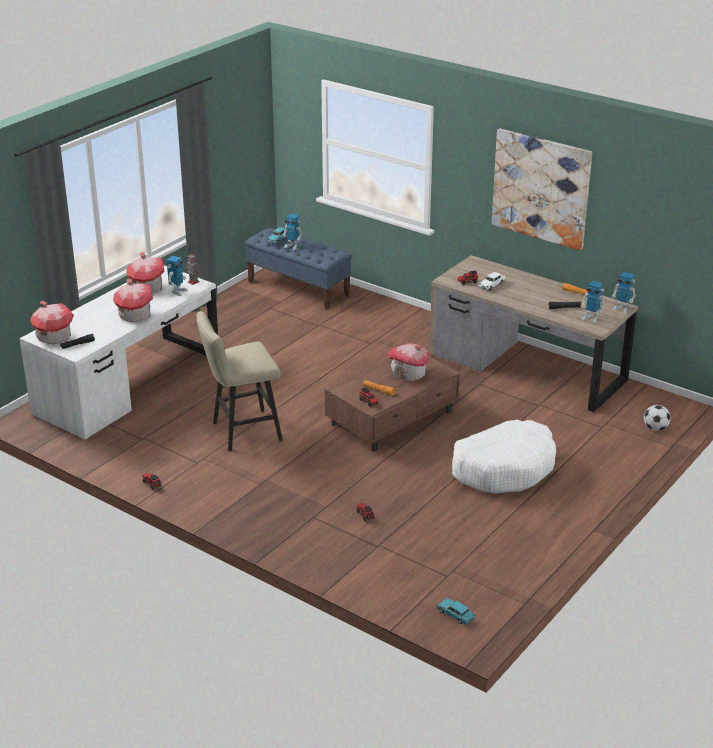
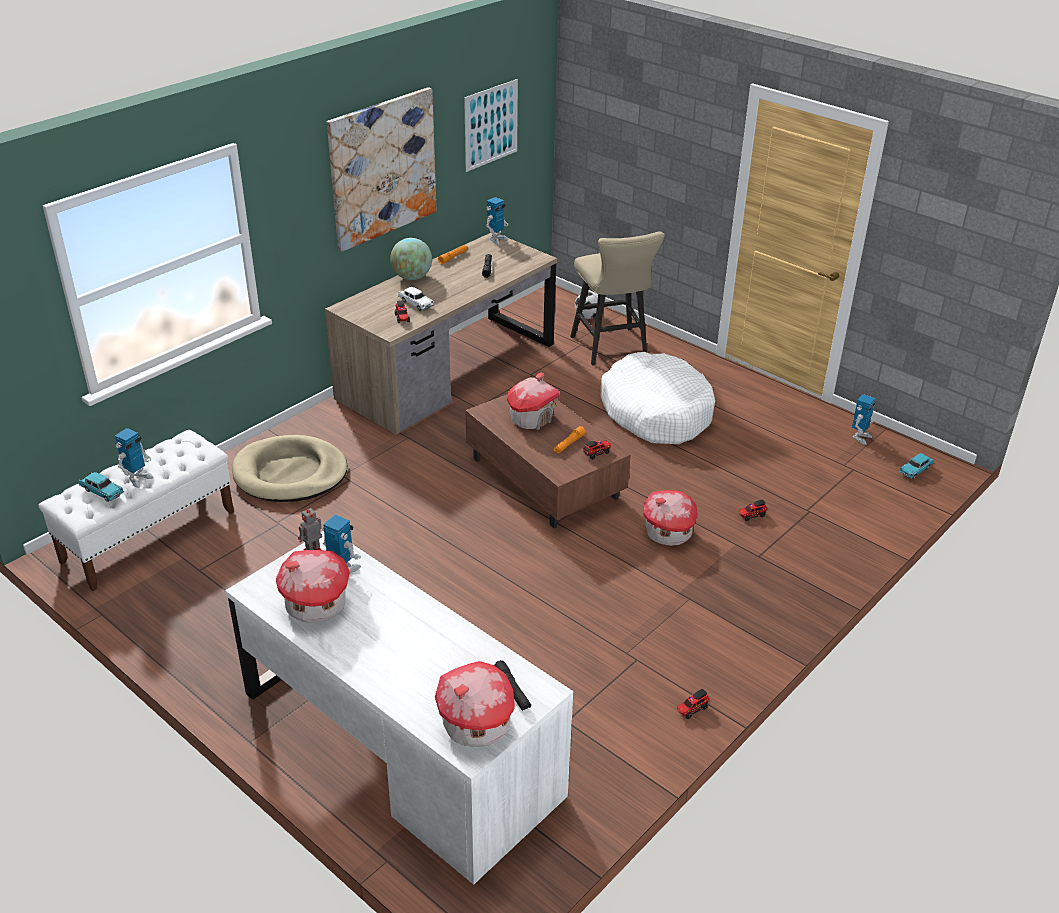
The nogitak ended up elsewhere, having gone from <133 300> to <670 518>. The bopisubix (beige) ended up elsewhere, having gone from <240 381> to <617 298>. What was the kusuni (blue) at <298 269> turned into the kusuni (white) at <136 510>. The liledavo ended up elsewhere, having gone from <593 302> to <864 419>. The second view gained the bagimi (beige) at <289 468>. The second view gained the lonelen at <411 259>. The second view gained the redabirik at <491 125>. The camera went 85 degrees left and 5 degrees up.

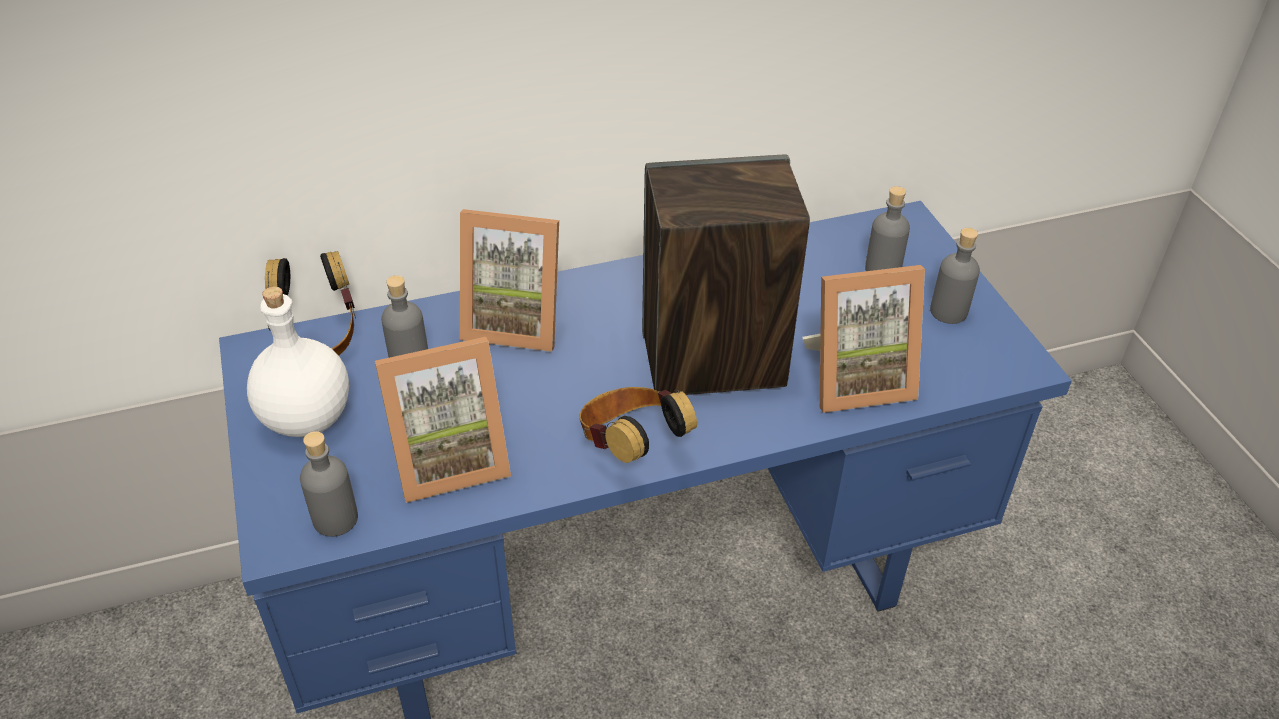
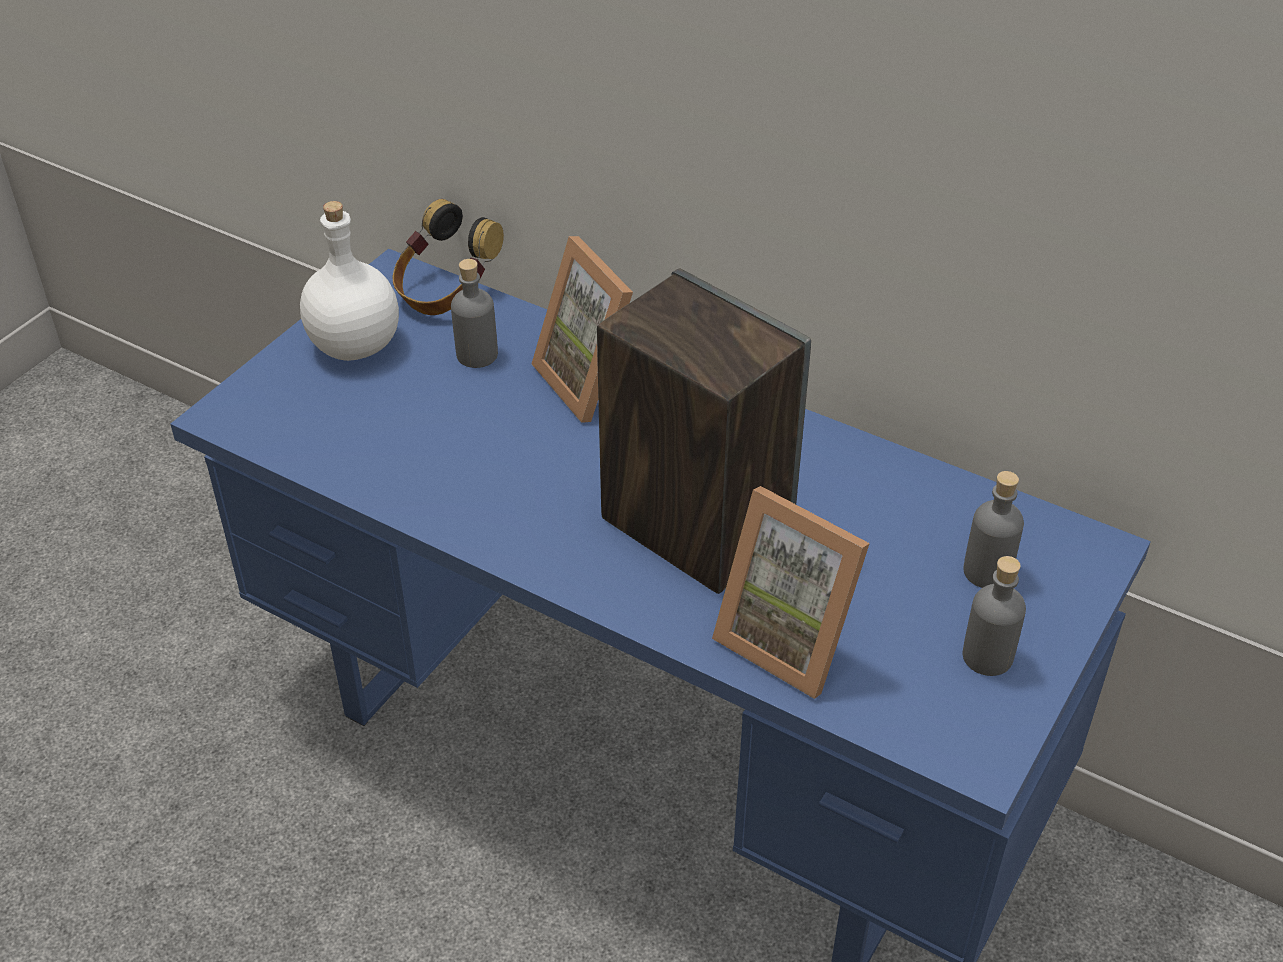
The second view lost the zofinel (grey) at <329 484>. The second view lost the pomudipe at <443 420>. The second view lost the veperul at <638 425>. The camera went 50 degrees right and 0 degrees up.

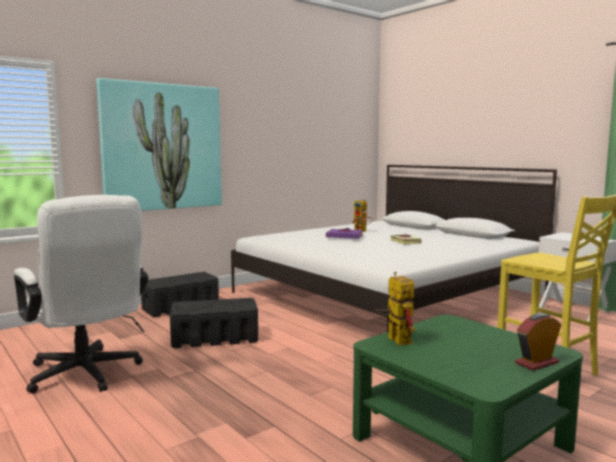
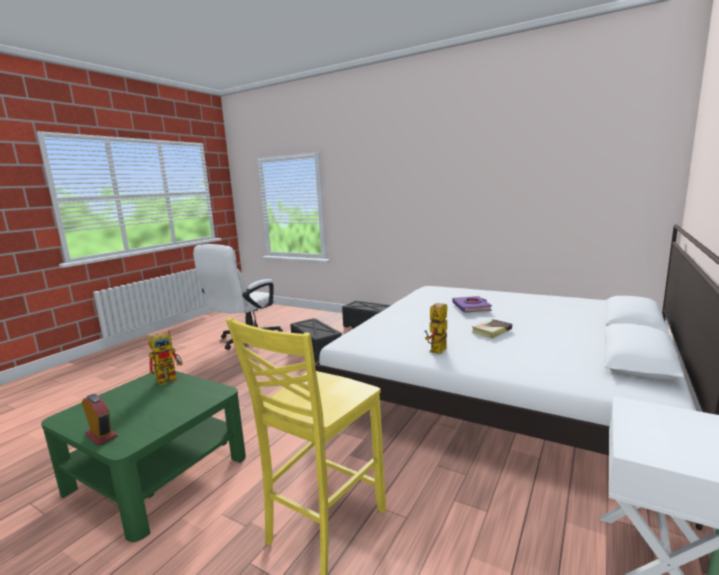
The second view lost the redabirik at <159 144>. The liledavo ended up elsewhere, having gone from <362 216> to <436 328>. The camera went 70 degrees right and 5 degrees up.

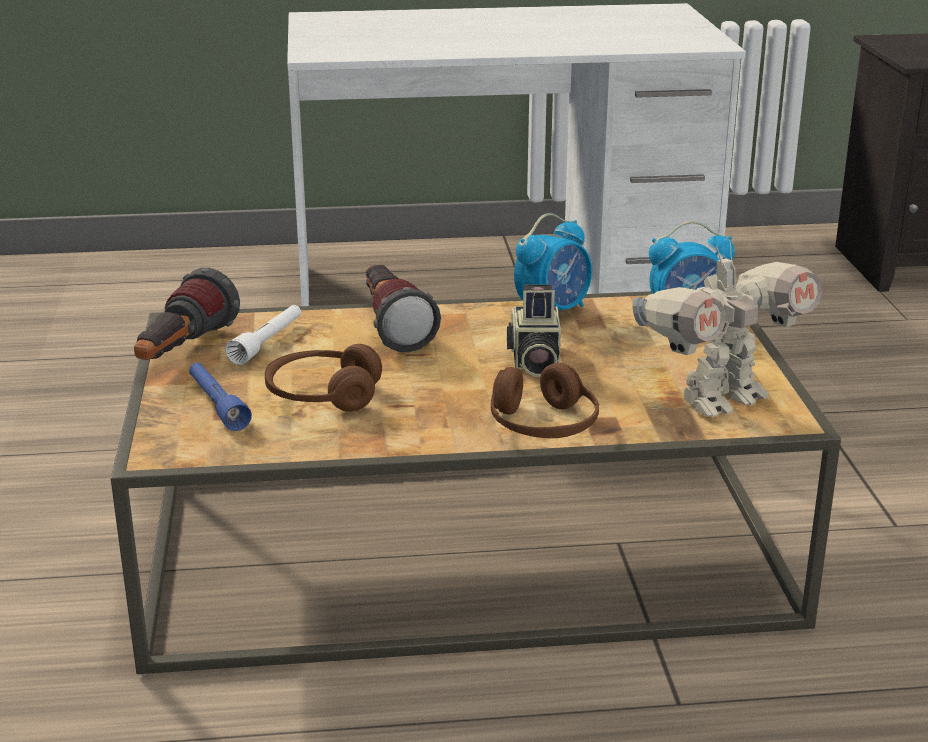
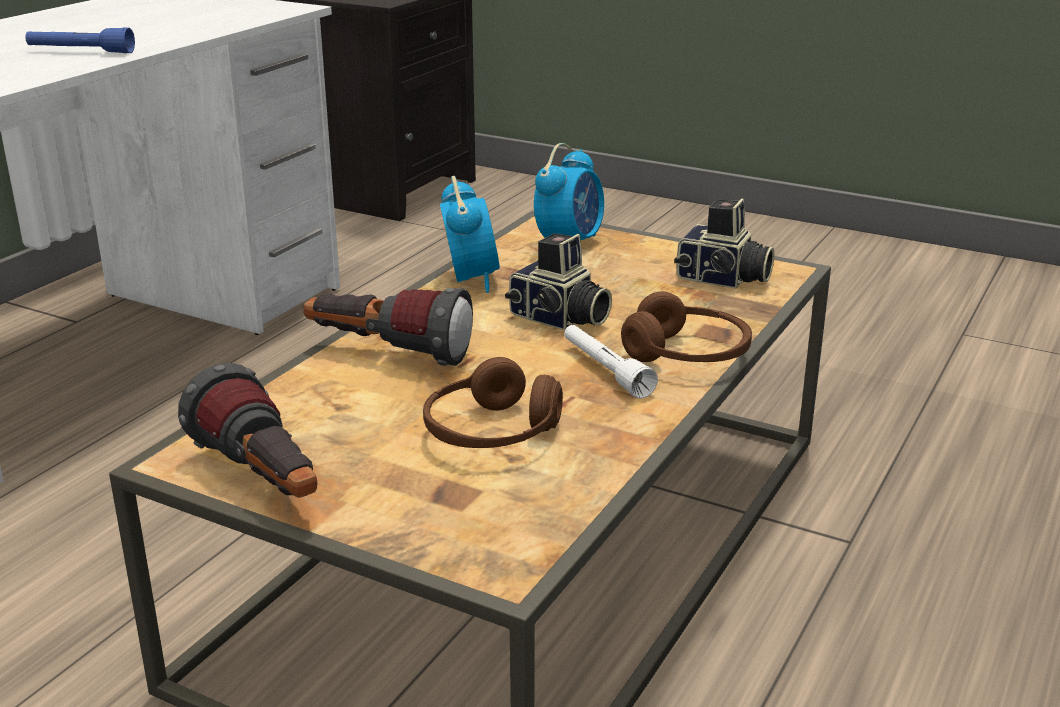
The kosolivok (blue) ended up elsewhere, having gone from <220 397> to <80 40>. The kosolivok (white) ended up elsewhere, having gone from <263 335> to <611 362>. Where the liledavo stood at <727 329>, the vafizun came to stand at <724 243>. The camera went 55 degrees left and 0 degrees up.

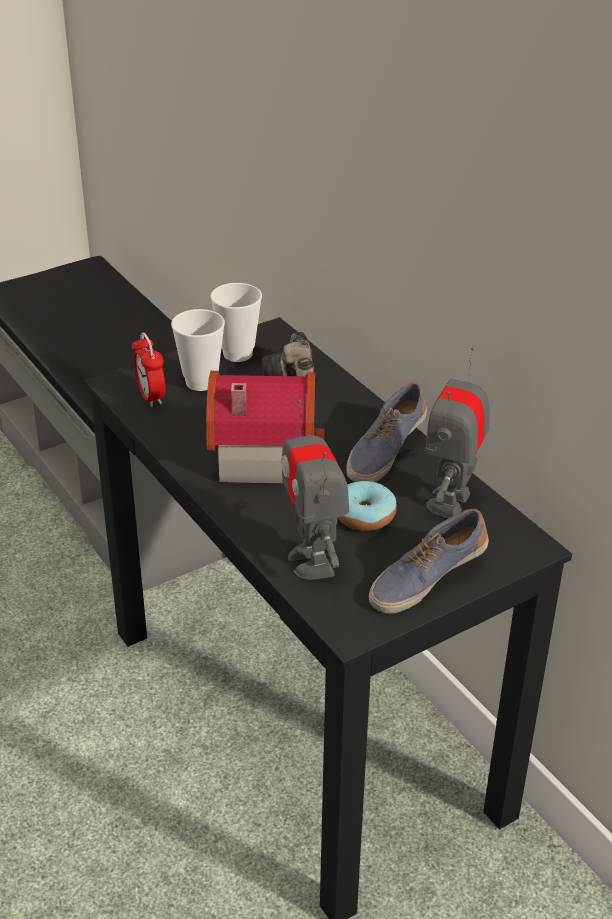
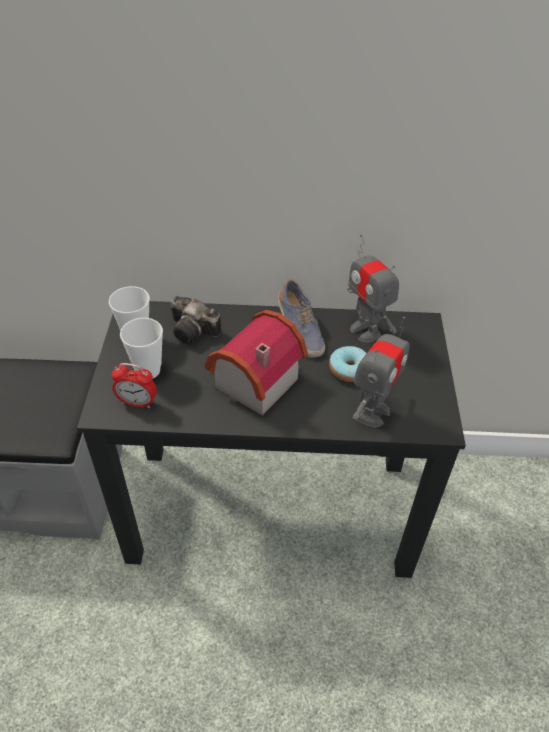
The liledavo at <315 489> ended up facing another way, 75 degrees counterclockwise from before. The second view lost the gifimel at <429 561>. The camera went 55 degrees left and 10 degrees up.

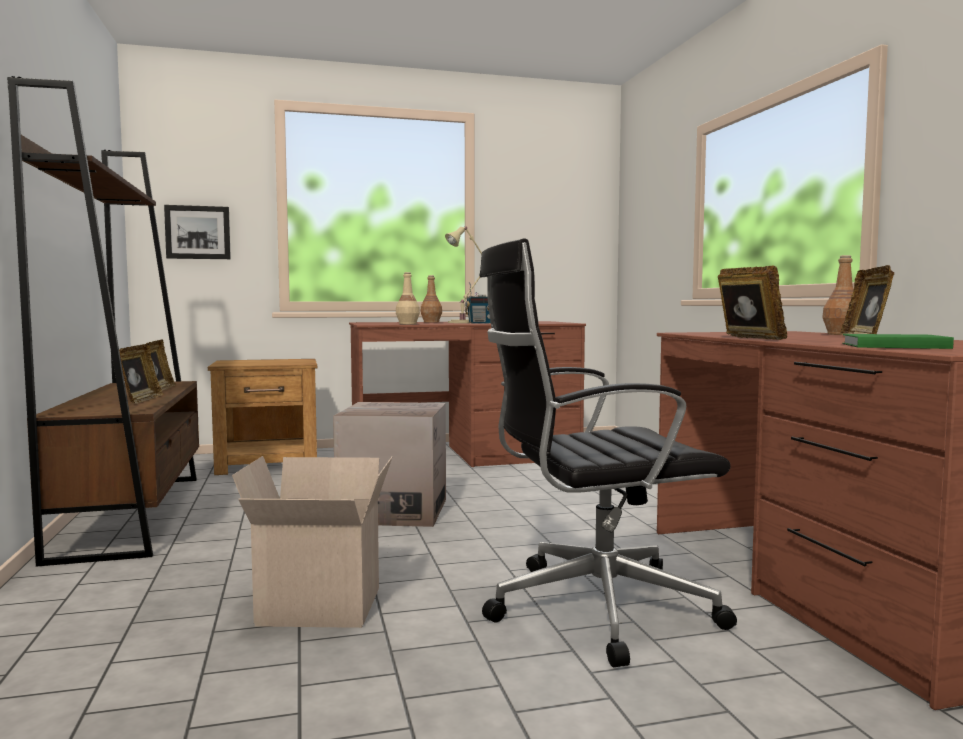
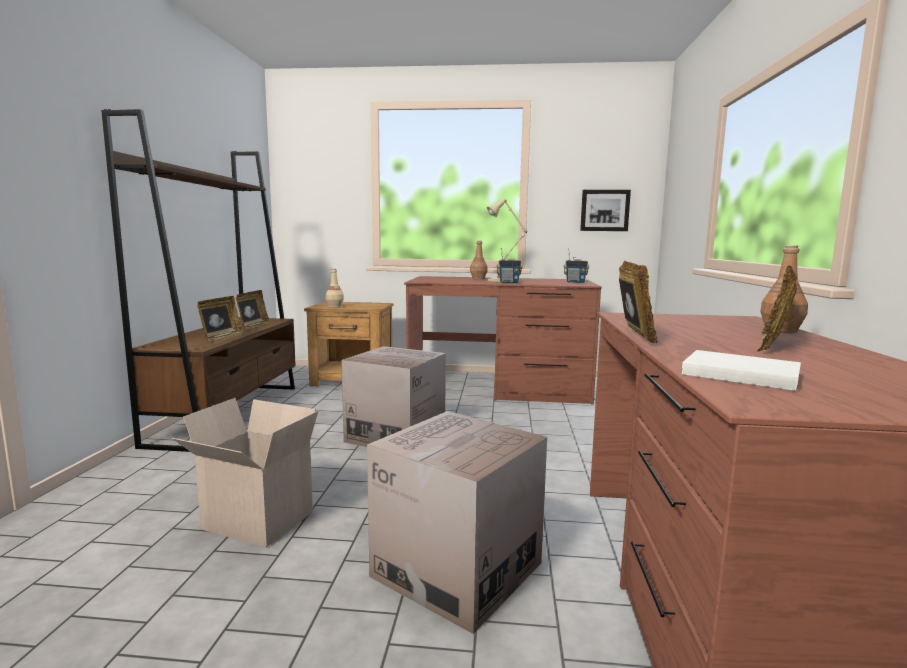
The redabirik ended up elsewhere, having gone from <197 232> to <605 210>. The zofinel (beige) ended up elsewhere, having gone from <408 298> to <335 288>. Where the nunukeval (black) stood at <608 452>, the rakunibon came to stand at <457 522>. What was the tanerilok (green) at <898 341> turned into the tanerilok (white) at <741 370>. The second view gained the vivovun at <576 266>. The camera went 20 degrees right and 5 degrees up.

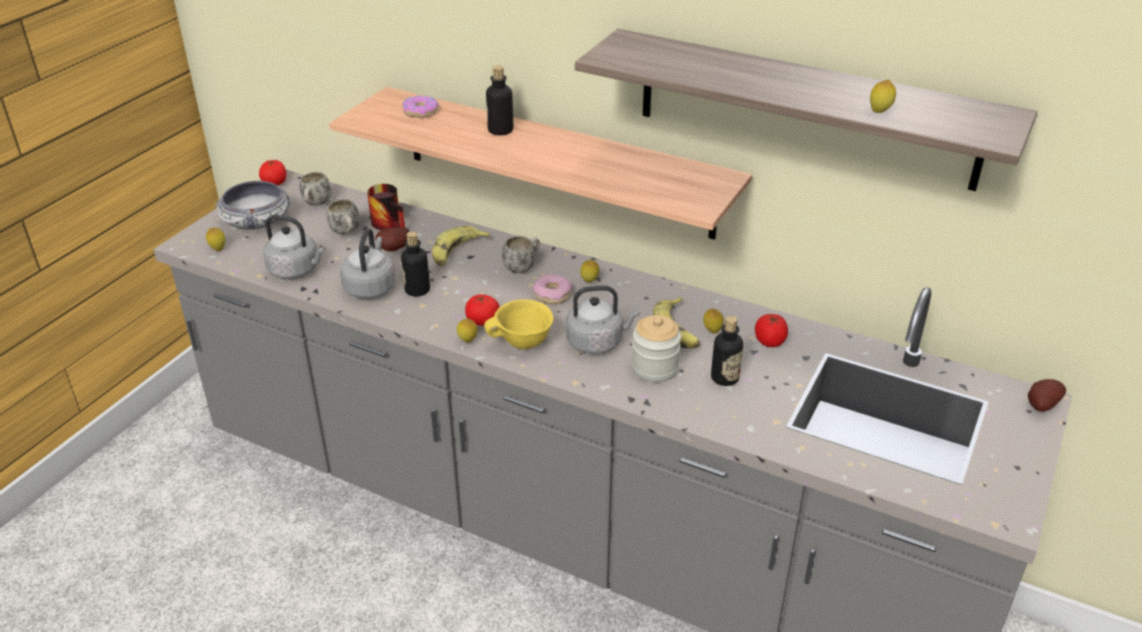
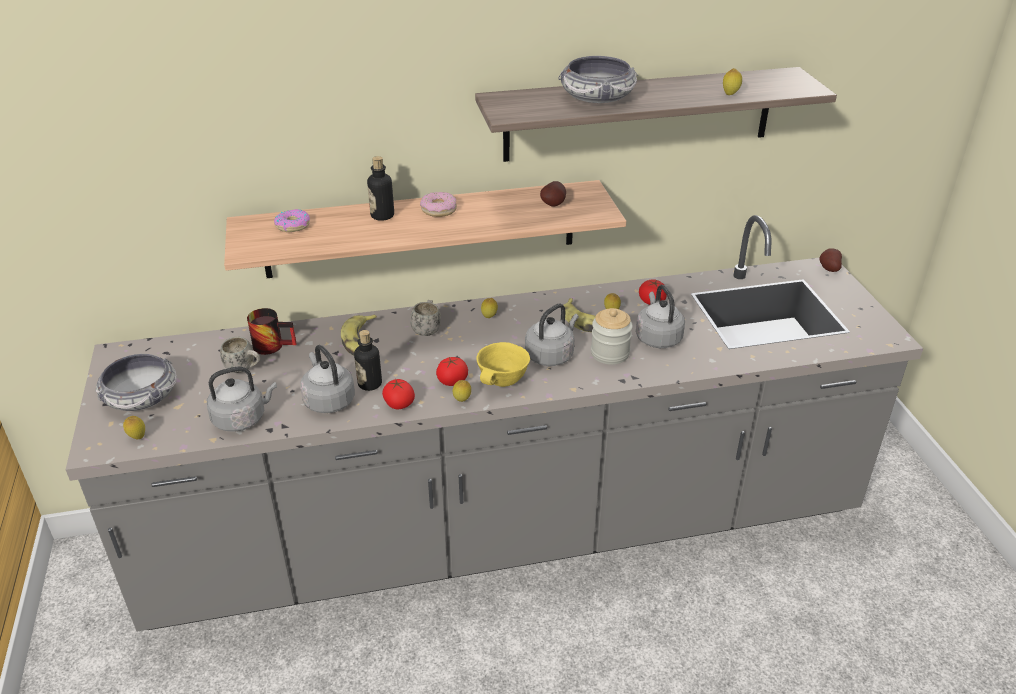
The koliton ended up elsewhere, having gone from <272 172> to <398 394>. The second view lost the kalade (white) at <315 188>. The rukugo ended up elsewhere, having gone from <392 239> to <553 193>. The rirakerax ended up elsewhere, having gone from <552 289> to <438 204>. Where the zofinel stood at <727 351>, the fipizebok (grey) came to stand at <660 316>. The second view gained the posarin at <598 79>. The camera went 40 degrees left and 0 degrees up.

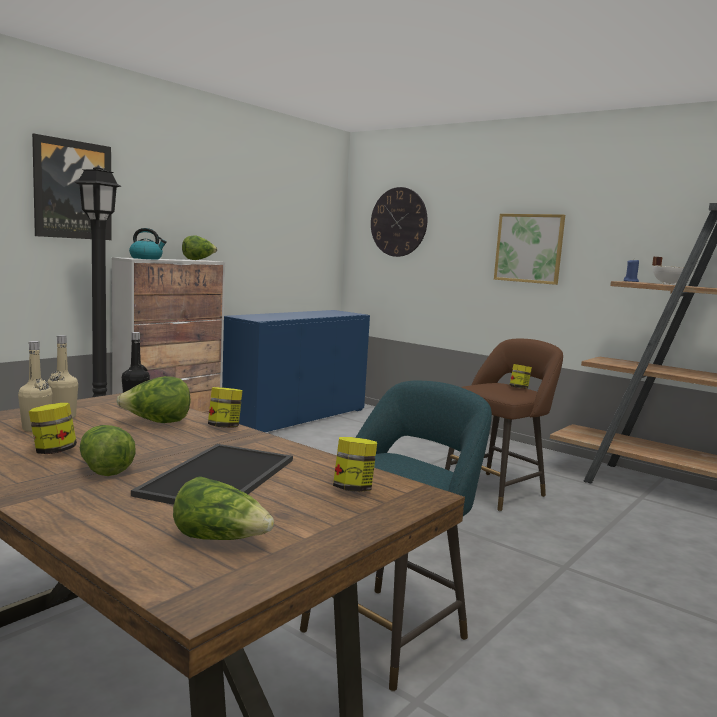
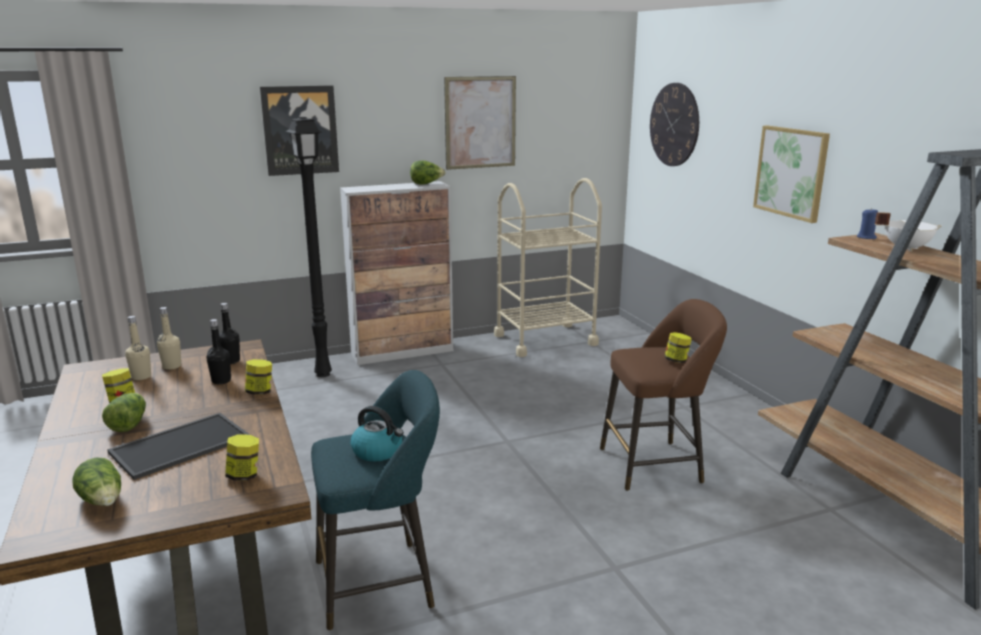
Where the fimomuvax stood at <153 399>, the zofinel (black) came to stand at <218 351>. The fipizebok ended up elsewhere, having gone from <148 243> to <377 433>. Where the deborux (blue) stood at <296 371>, the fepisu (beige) came to stand at <548 267>. The second view gained the redabirik at <480 123>. The camera went 30 degrees right and 10 degrees up.

